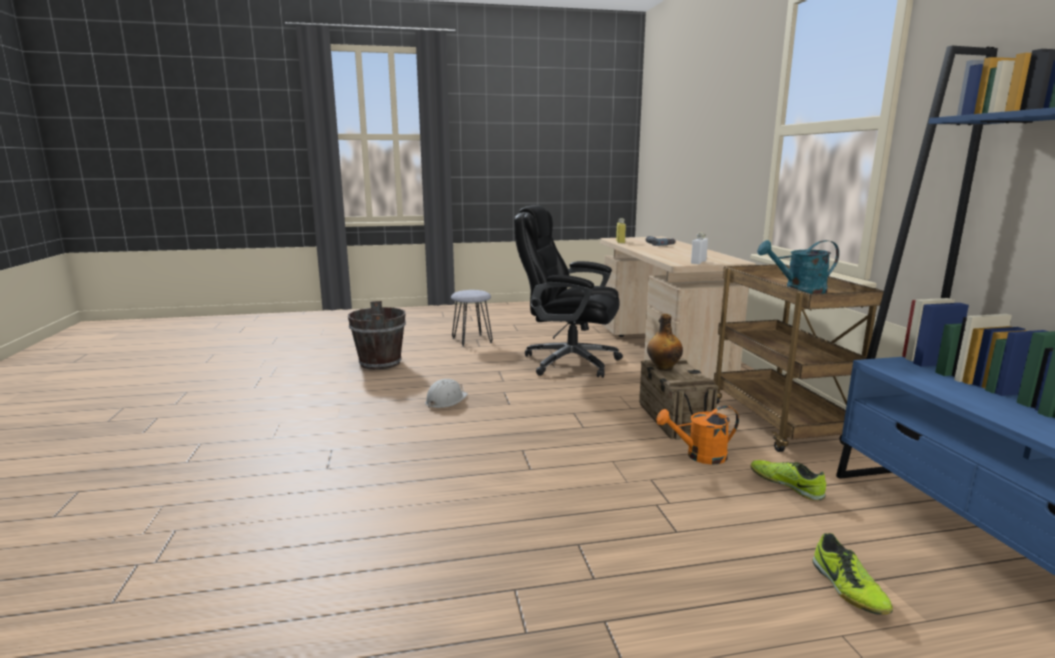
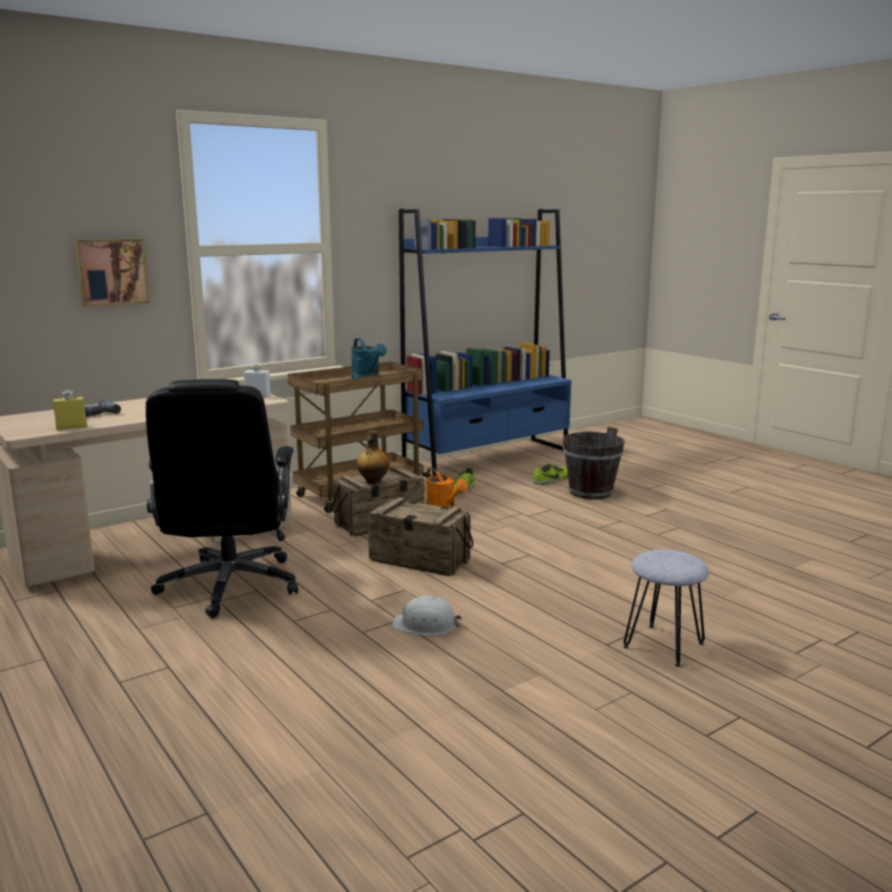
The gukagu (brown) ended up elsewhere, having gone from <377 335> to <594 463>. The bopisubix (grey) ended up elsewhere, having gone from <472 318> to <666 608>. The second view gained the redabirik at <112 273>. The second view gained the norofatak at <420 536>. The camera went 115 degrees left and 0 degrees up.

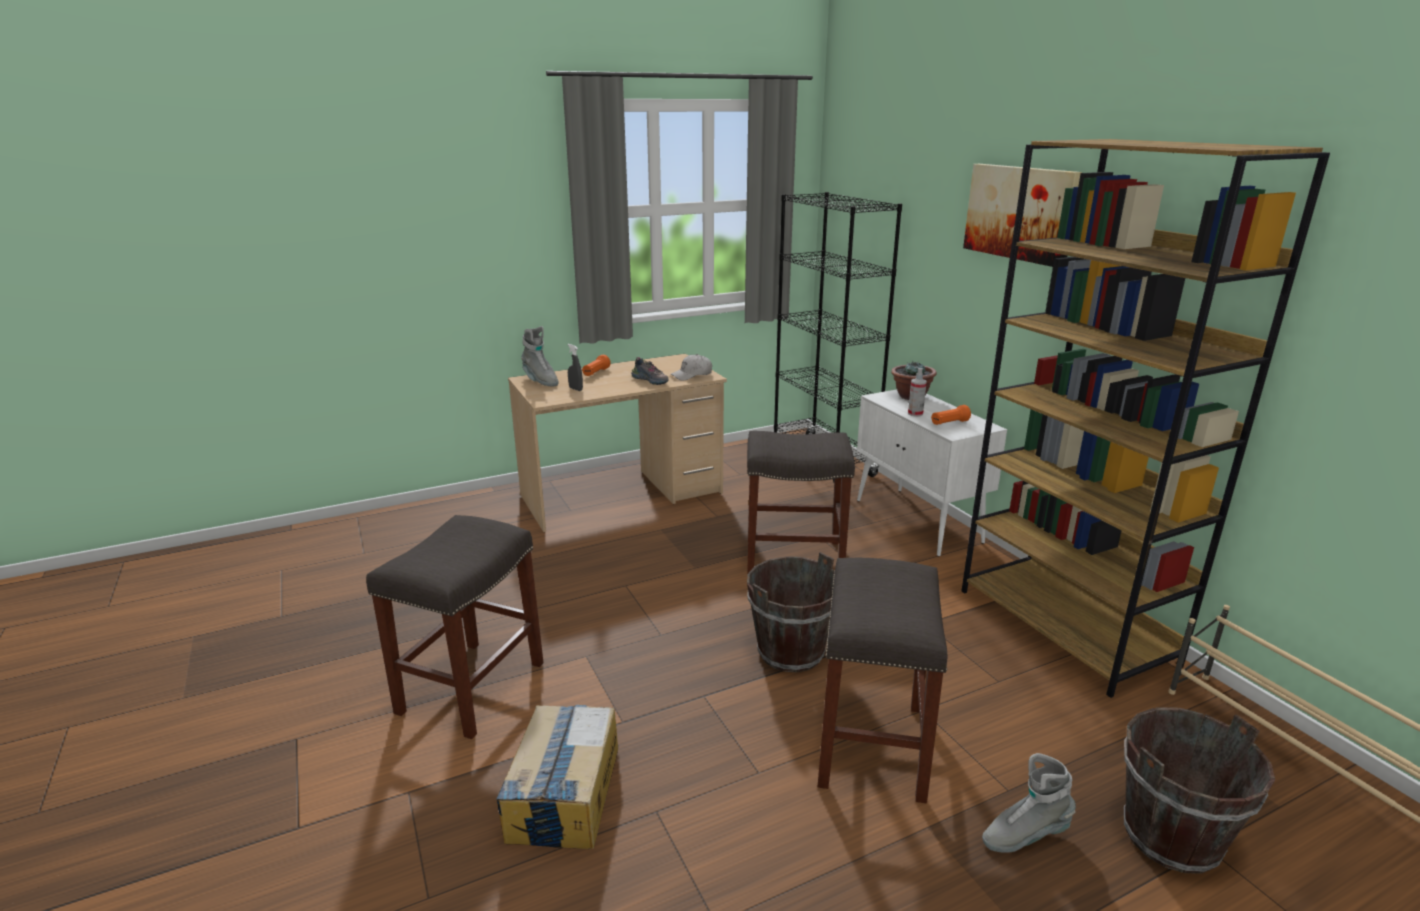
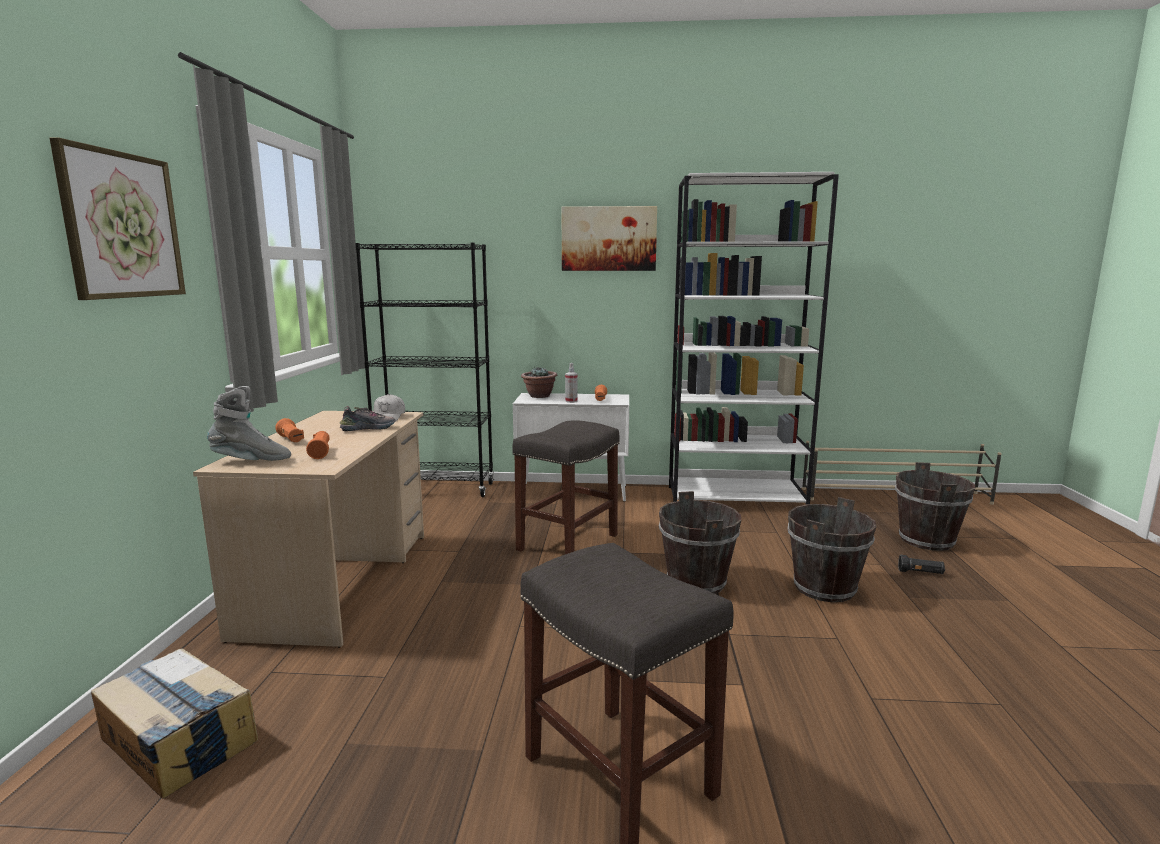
The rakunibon ended up elsewhere, having gone from <557 777> to <174 723>. Where the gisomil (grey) stood at <575 367>, the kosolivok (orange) came to stand at <318 445>. Where the bopisubix (grey) stood at <882 680>, the gukagu (brown) came to stand at <832 549>. What was the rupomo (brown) at <1146 418> turned into the rupomo (white) at <754 338>. Where the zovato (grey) stood at <1028 803>, the kosolivok (black) came to stand at <921 564>. The second view gained the redabirik at <118 218>. The camera went 60 degrees left and 10 degrees down.

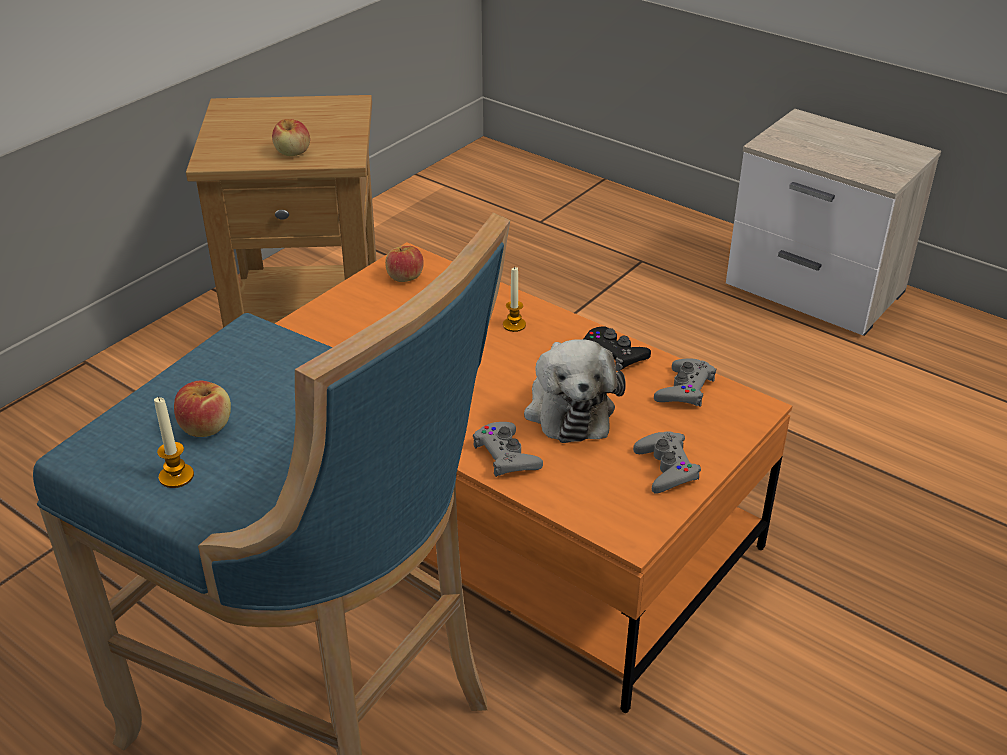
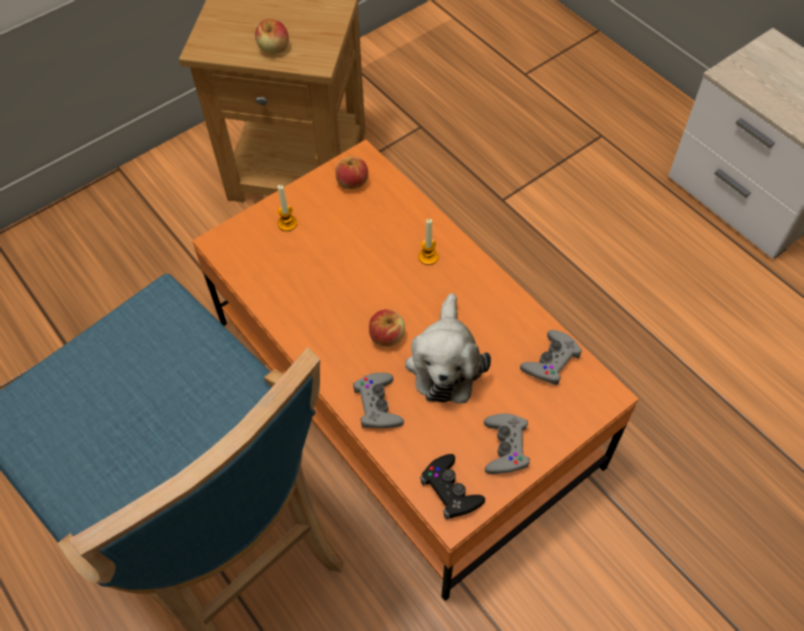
The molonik ended up elsewhere, having gone from <174 442> to <287 208>. The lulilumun ended up elsewhere, having gone from <202 409> to <387 328>. The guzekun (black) ended up elsewhere, having gone from <617 348> to <452 486>. The camera went 15 degrees right and 20 degrees up.

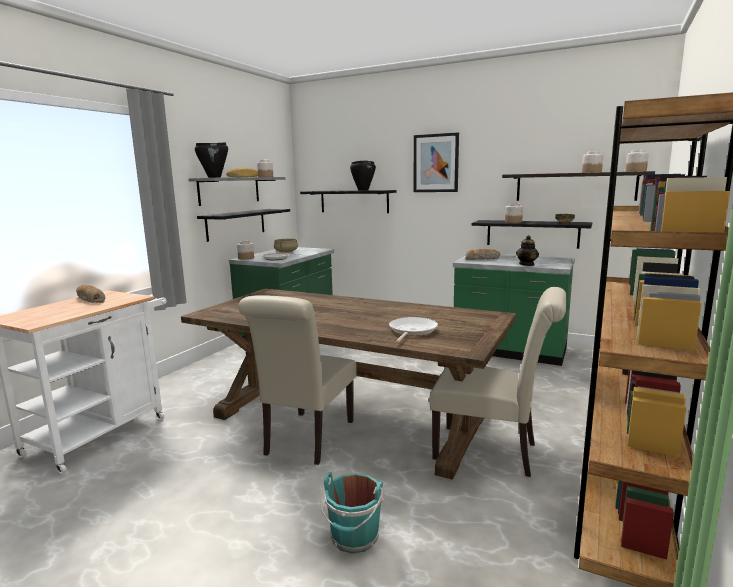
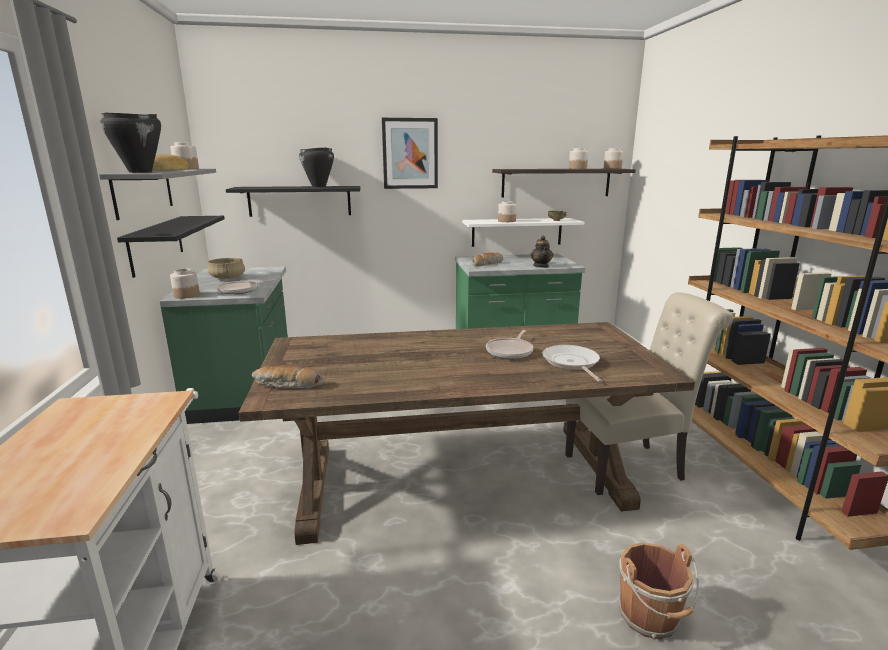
The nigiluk ended up elsewhere, having gone from <90 294> to <287 377>. The second view lost the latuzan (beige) at <297 380>. What was the gukagu (turquoise) at <352 513> turned into the gukagu (brown) at <659 591>. What was the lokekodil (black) at <532 234> turned into the lokekodil (white) at <523 232>. The second view gained the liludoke at <509 344>. The camera went 35 degrees left and 5 degrees up.

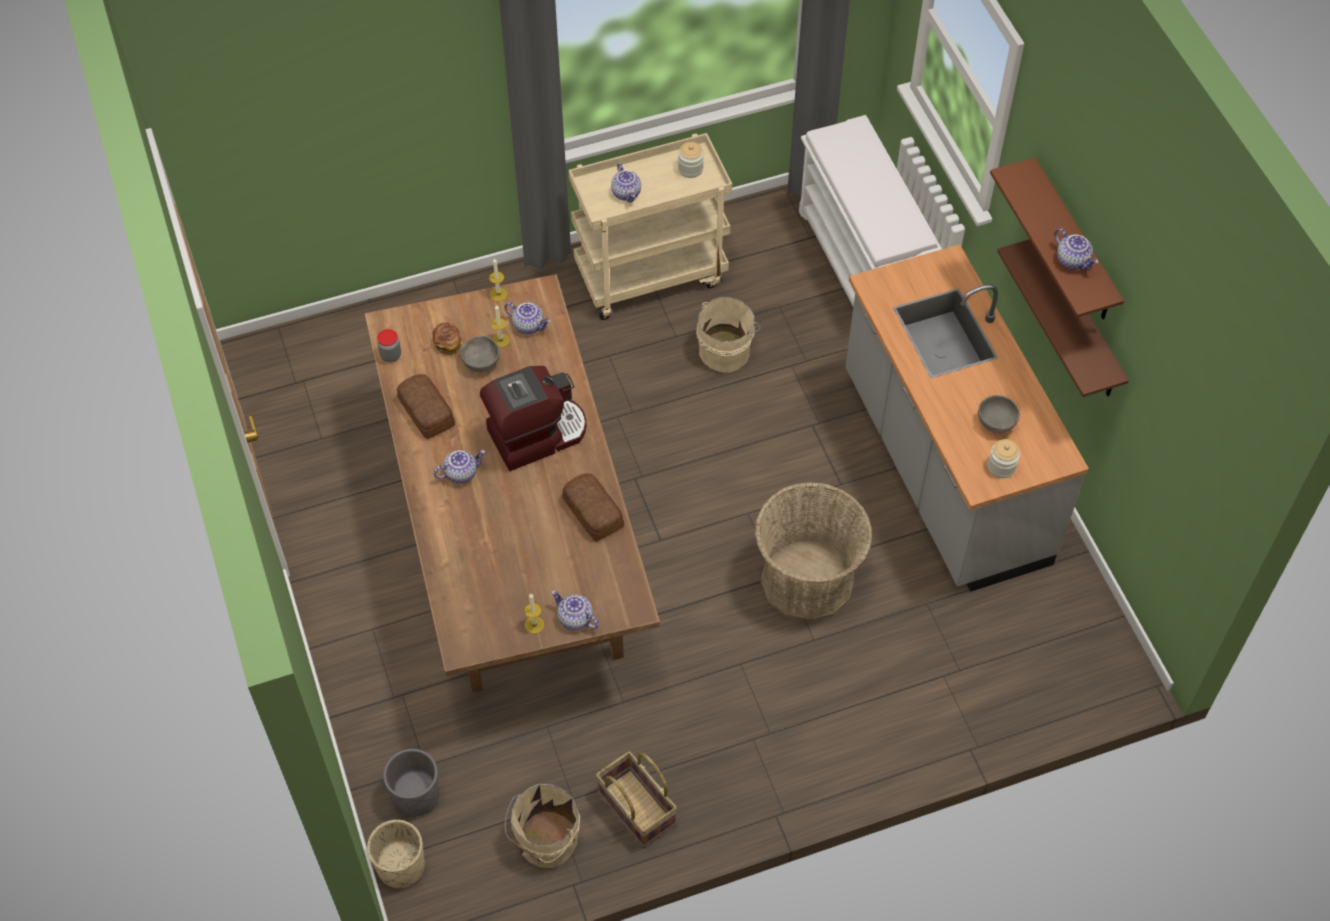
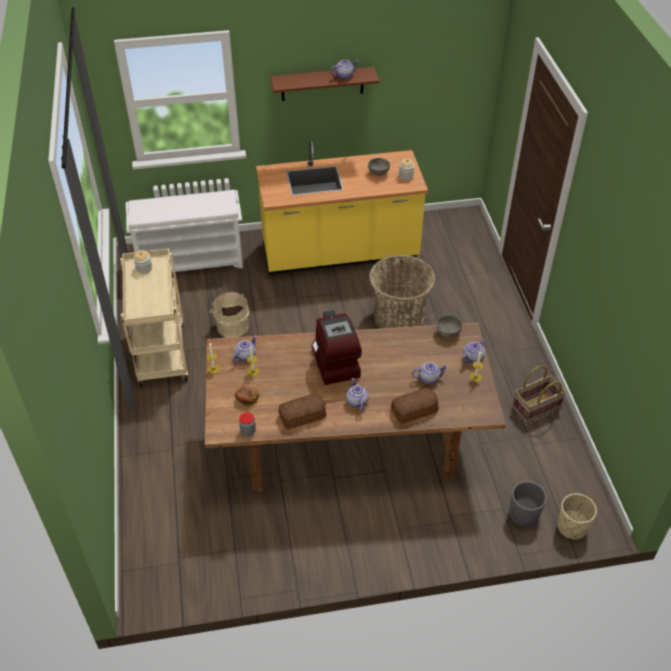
The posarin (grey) ended up elsewhere, having gone from <480 354> to <449 326>. The second view lost the gukagu (beige) at <542 826>. The nigiluk ended up elsewhere, having gone from <593 507> to <415 406>. The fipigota ended up elsewhere, having gone from <626 182> to <430 373>. What was the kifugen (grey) at <967 418> turned into the kifugen (yellow) at <342 207>. The second view lost the lokekodil (brown) at <1063 318>. The camera went 80 degrees left and 10 degrees down.

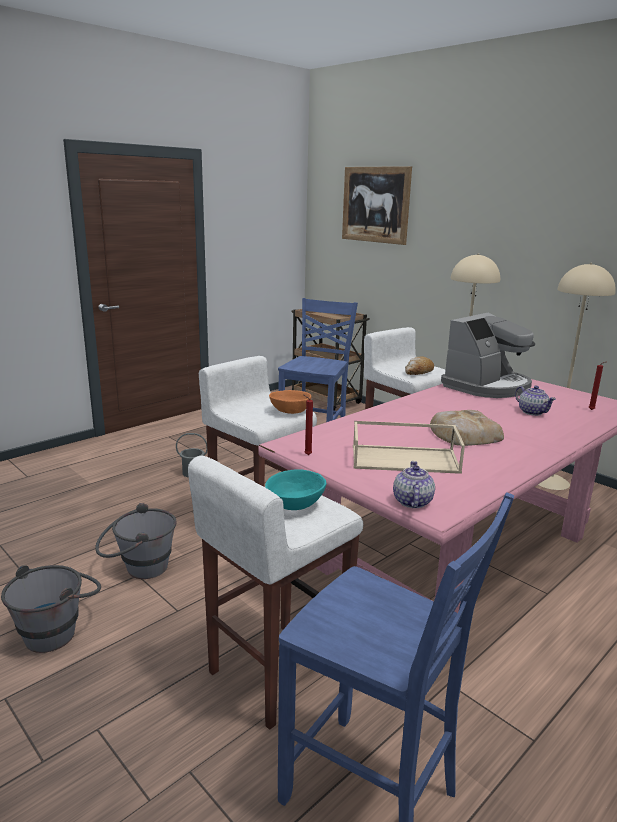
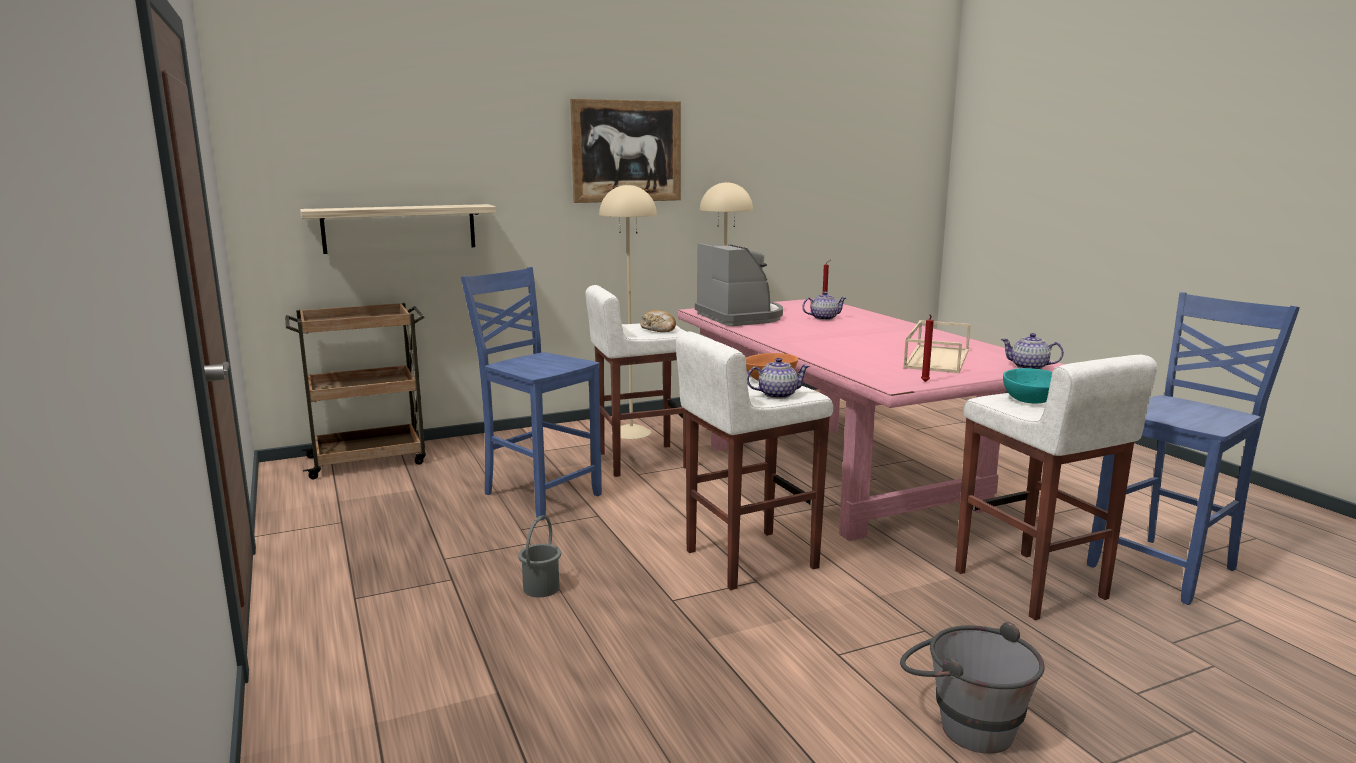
The second view lost the gukagu (grey) at <136 541>. The redabirik ended up elsewhere, having gone from <377 205> to <625 151>. The second view lost the nigiluk at <467 428>. The second view gained the lokekodil at <398 229>. The second view gained the fipigota at <778 378>. The camera went 70 degrees left and 5 degrees down.

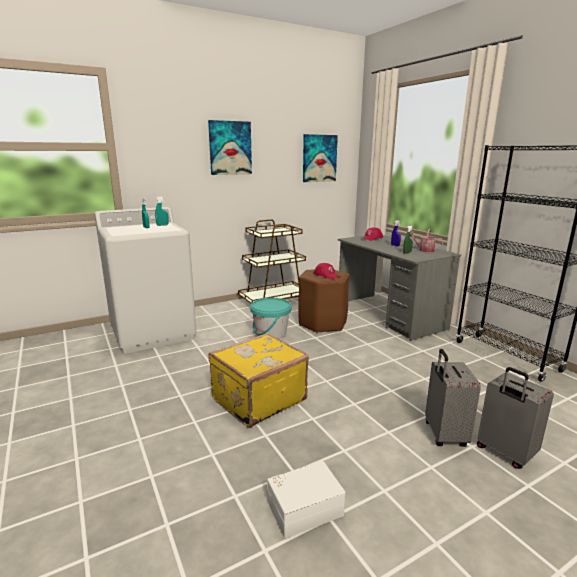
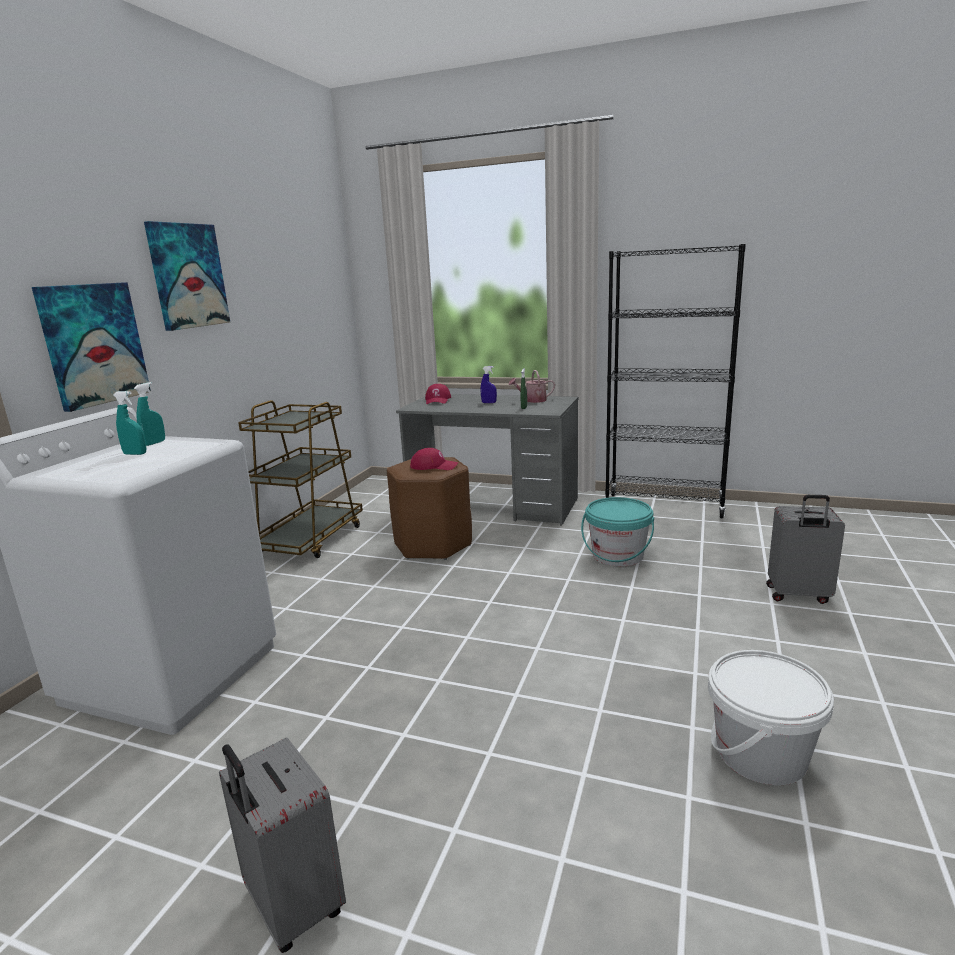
The second view lost the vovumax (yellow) at <258 380>. The gukagu (turquoise) ended up elsewhere, having gone from <270 318> to <617 531>. Where the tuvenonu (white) stood at <306 499>, the gukagu (white) came to stand at <771 717>. The redabirik ended up elsewhere, having gone from <320 158> to <91 347>. The vovumax (grey) ended up elsewhere, having gone from <453 398> to <282 845>. The camera went 40 degrees left and 0 degrees up.

